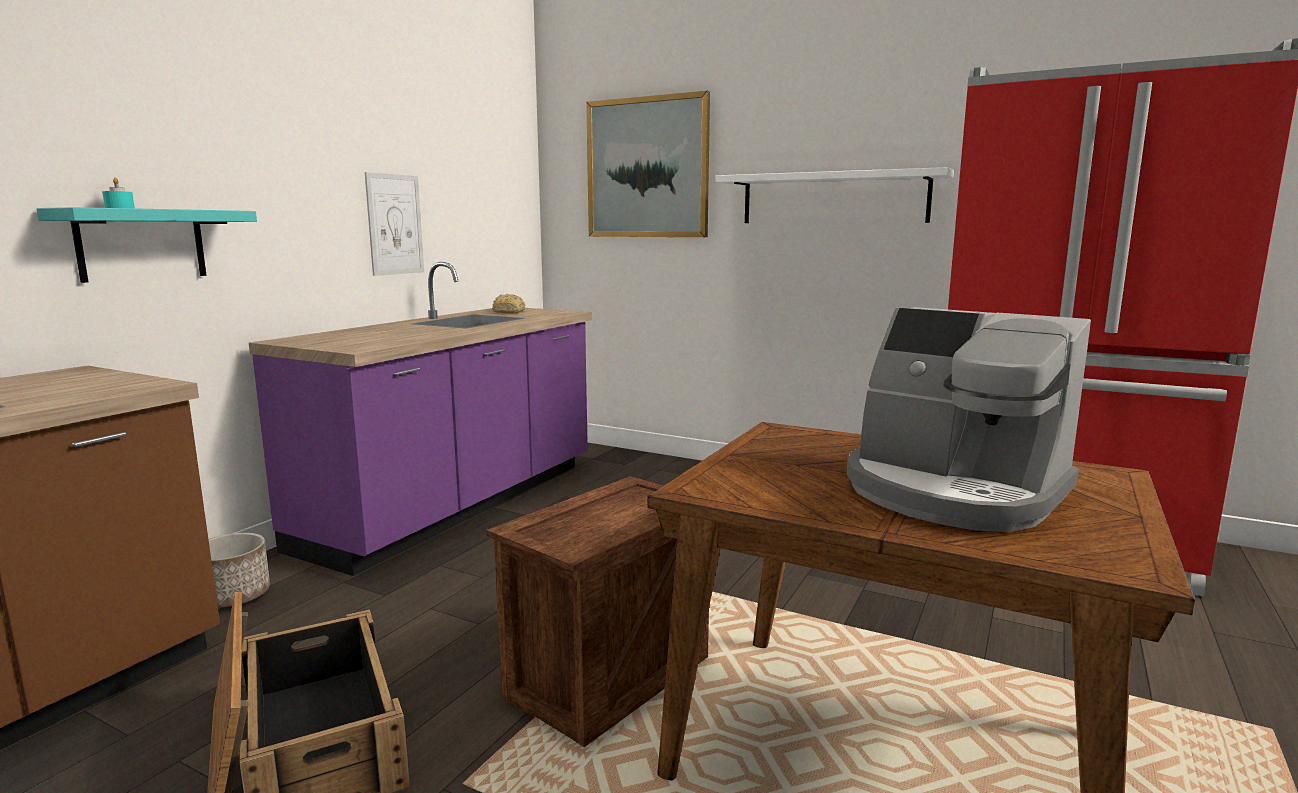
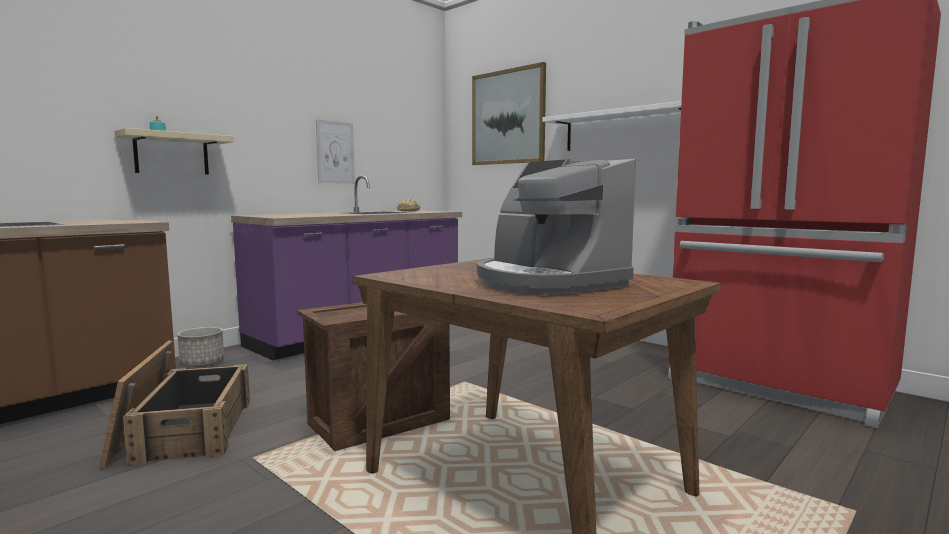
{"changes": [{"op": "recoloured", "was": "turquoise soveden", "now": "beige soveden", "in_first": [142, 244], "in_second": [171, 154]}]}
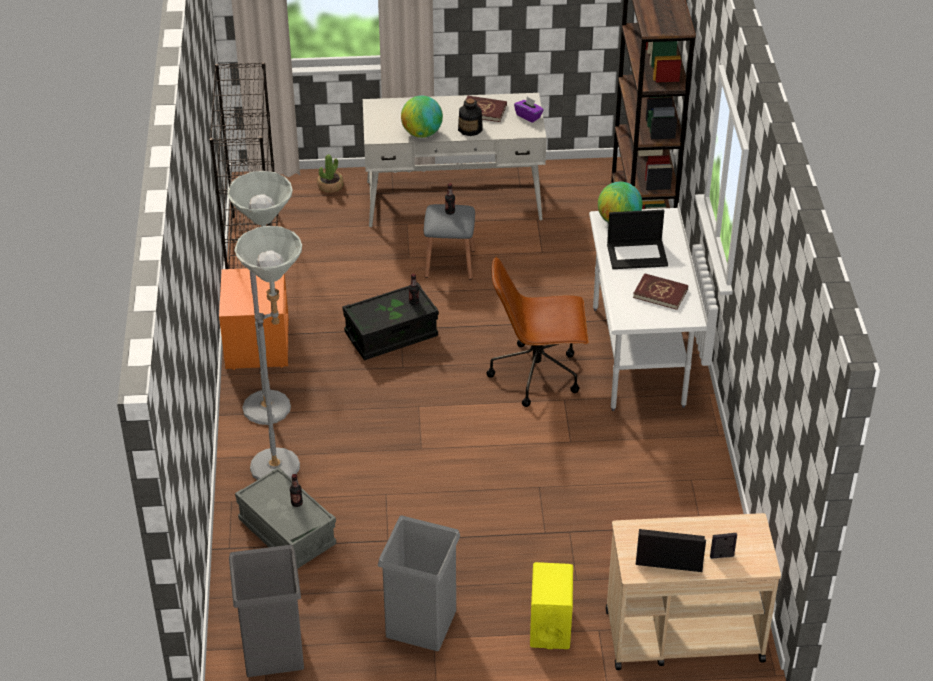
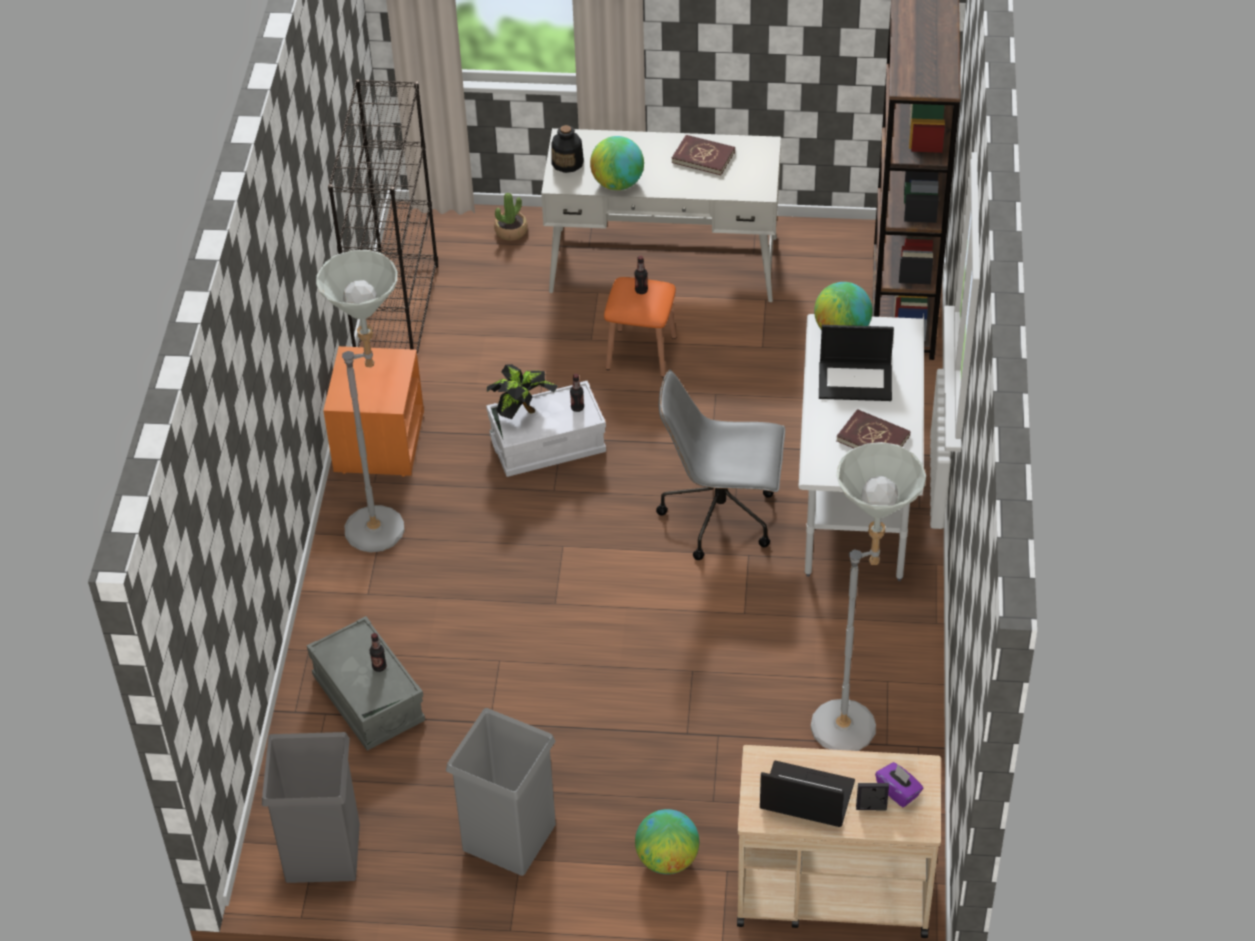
{"changes": [{"op": "moved", "was": "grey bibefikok", "in_first": [285, 463], "in_second": [856, 723]}, {"op": "recoloured", "was": "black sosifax", "now": "white sosifax", "in_first": [391, 335], "in_second": [548, 445]}, {"op": "recoloured", "was": "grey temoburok", "now": "orange temoburok", "in_first": [449, 263], "in_second": [641, 352]}, {"op": "moved", "was": "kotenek", "in_first": [470, 129], "in_second": [568, 163]}, {"op": "recoloured", "was": "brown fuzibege", "now": "grey fuzibege", "in_first": [537, 374], "in_second": [722, 516]}, {"op": "moved", "was": "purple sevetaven", "in_first": [528, 116], "in_second": [898, 791]}, {"op": "replaced", "was": "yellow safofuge", "now": "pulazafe", "in_first": [550, 627], "in_second": [667, 859]}, {"op": "added", "now": "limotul", "in_second": [522, 412]}]}
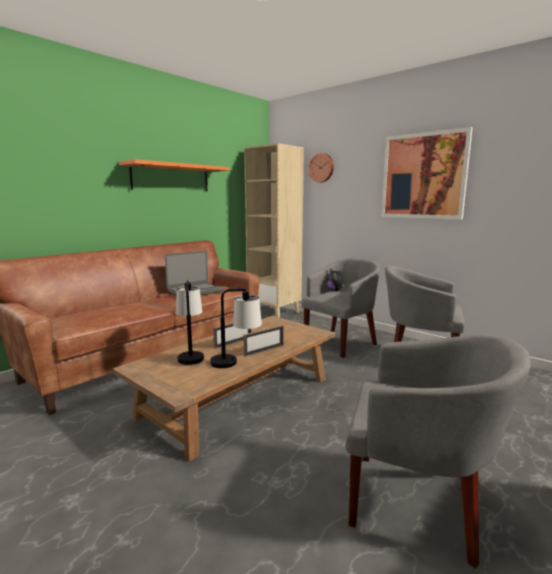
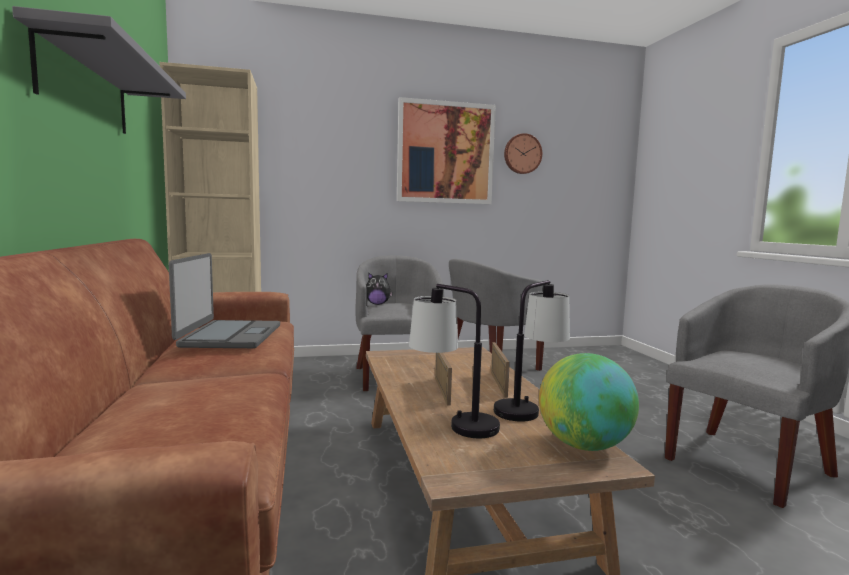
{"changes": [{"op": "recoloured", "was": "orange soveden", "now": "grey soveden", "in_first": [171, 178], "in_second": [85, 87]}, {"op": "moved", "was": "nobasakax", "in_first": [321, 167], "in_second": [522, 154]}, {"op": "added", "now": "pulazafe", "in_second": [584, 445]}]}
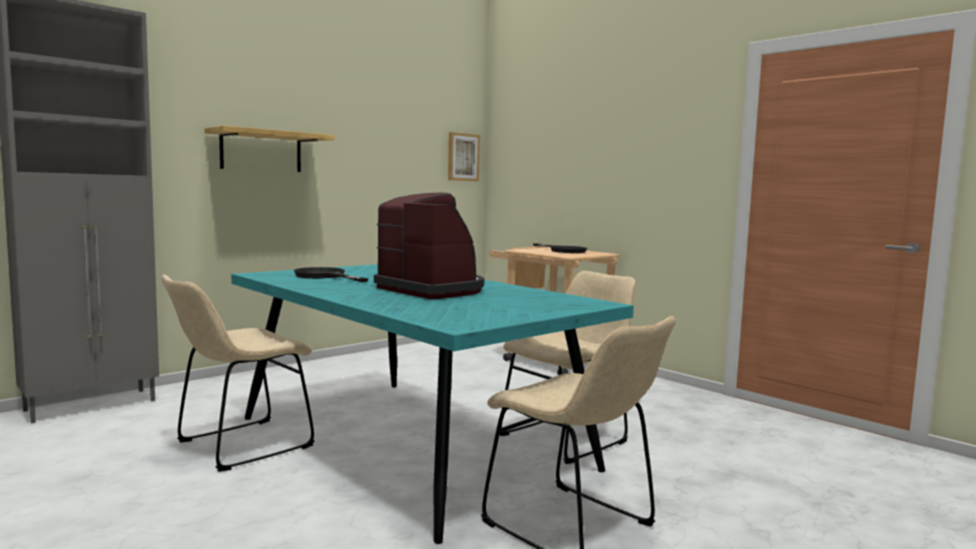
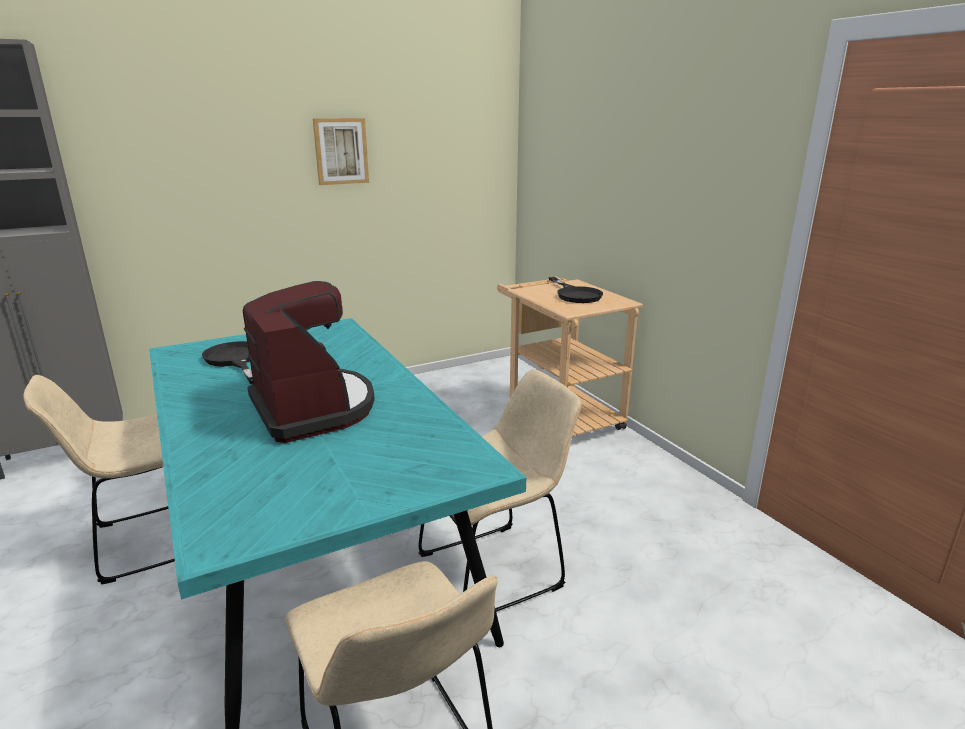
{"changes": [{"op": "removed", "was": "soveden", "in_first": [261, 151]}, {"op": "moved", "was": "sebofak", "in_first": [463, 157], "in_second": [341, 151]}]}
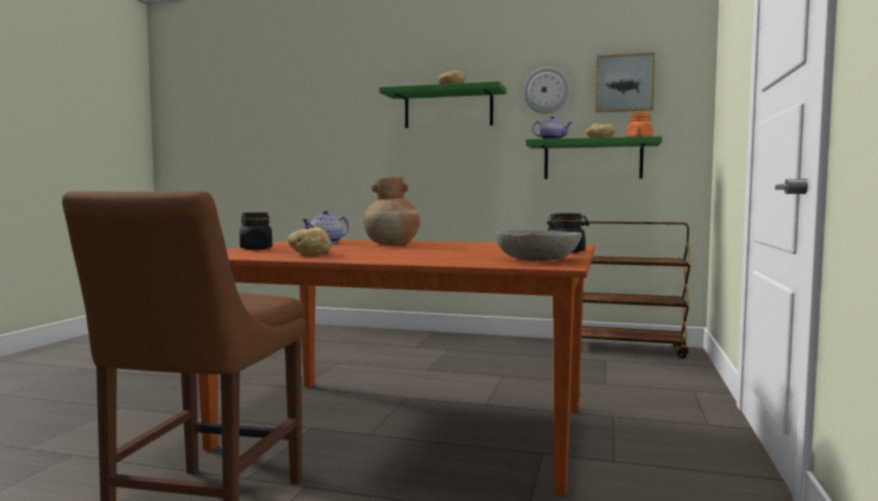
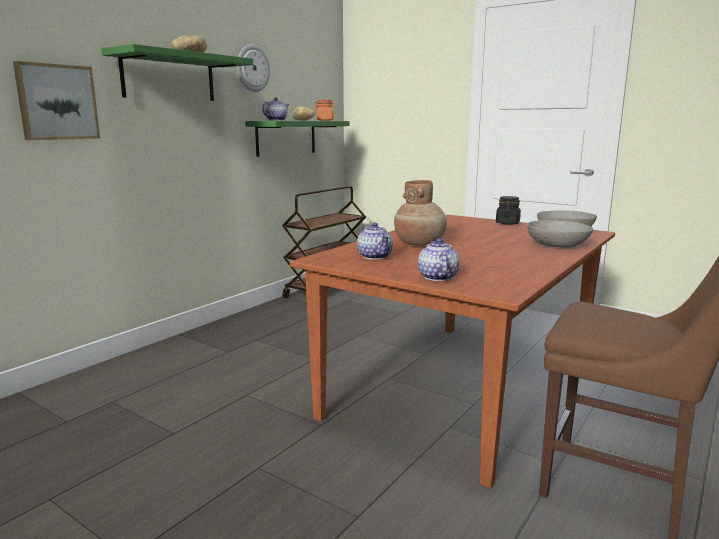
{"changes": [{"op": "replaced", "was": "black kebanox", "now": "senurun", "in_first": [256, 248], "in_second": [437, 277]}, {"op": "removed", "was": "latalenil", "in_first": [310, 254]}, {"op": "moved", "was": "sebofak", "in_first": [624, 83], "in_second": [57, 102]}, {"op": "added", "now": "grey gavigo", "in_second": [557, 245]}]}
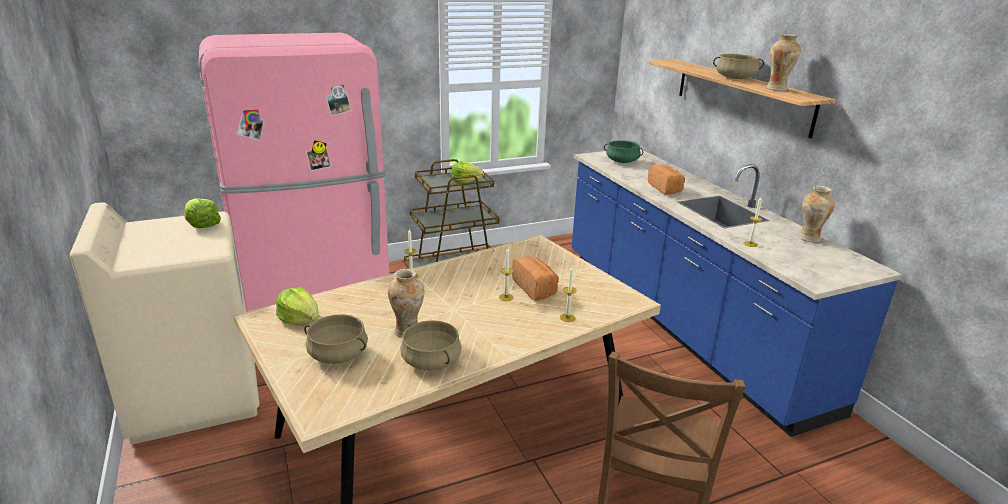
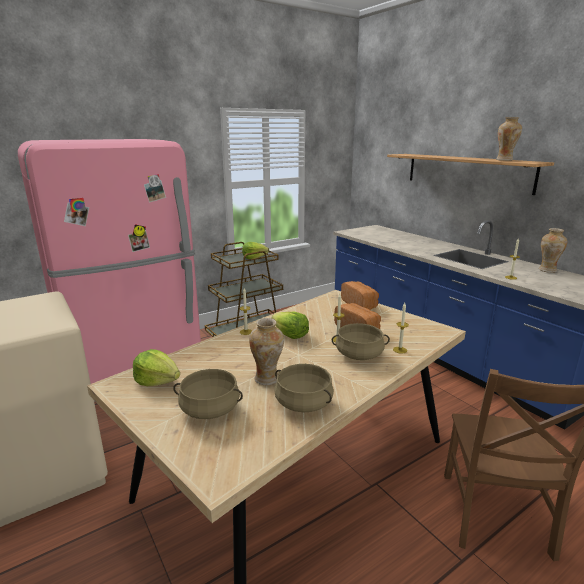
{"changes": [{"op": "moved", "was": "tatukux", "in_first": [202, 224], "in_second": [290, 335]}, {"op": "removed", "was": "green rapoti", "in_first": [622, 161]}, {"op": "moved", "was": "latalenil", "in_first": [665, 188], "in_second": [360, 304]}, {"op": "moved", "was": "beige rapoti", "in_first": [735, 78], "in_second": [359, 355]}]}
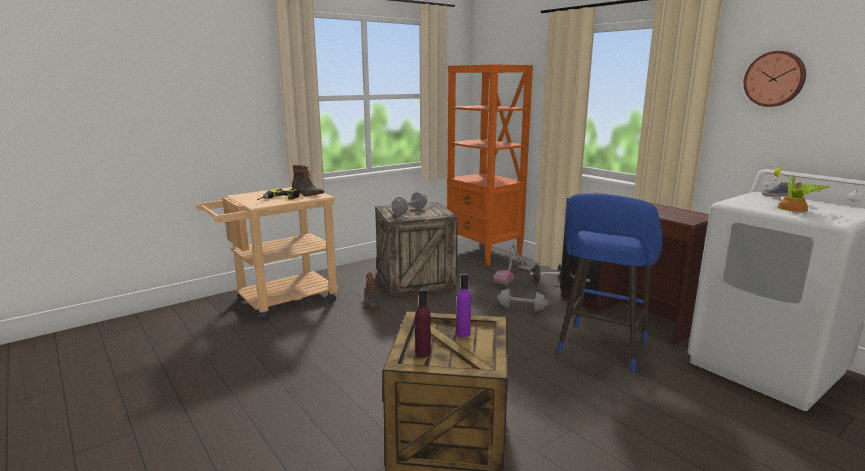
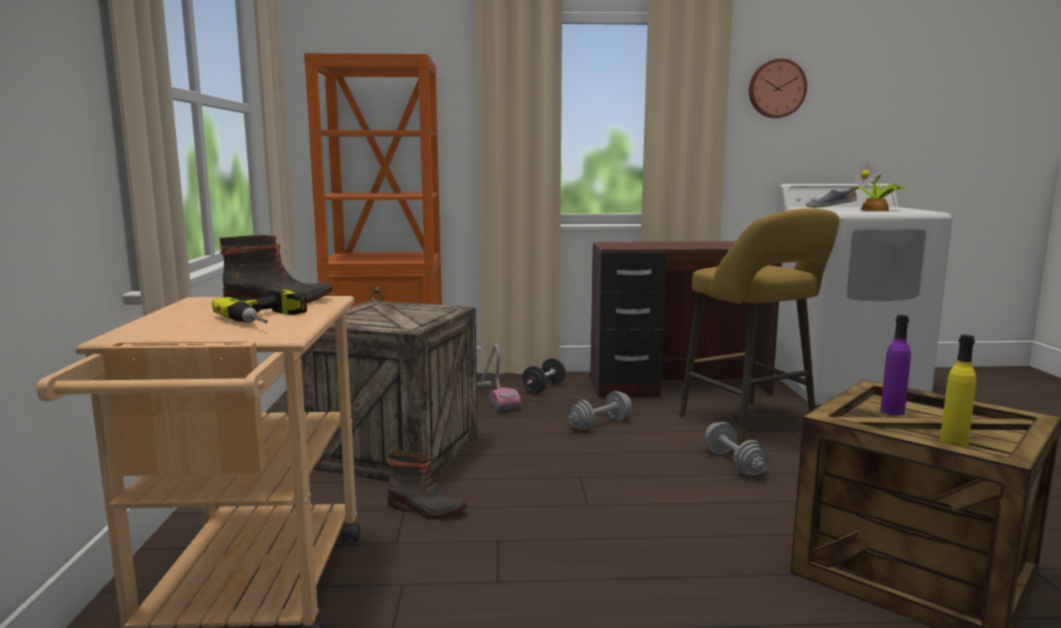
{"changes": [{"op": "moved", "was": "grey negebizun", "in_first": [409, 211], "in_second": [734, 463]}, {"op": "recoloured", "was": "purple kotenek", "now": "yellow kotenek", "in_first": [423, 353], "in_second": [953, 443]}, {"op": "recoloured", "was": "blue temoburok", "now": "yellow temoburok", "in_first": [601, 349], "in_second": [751, 425]}]}
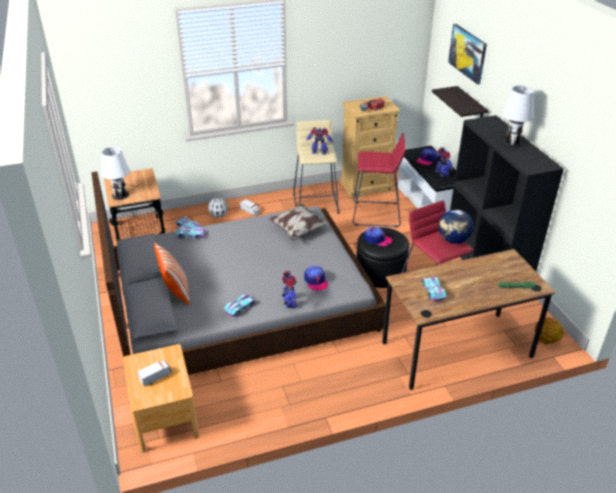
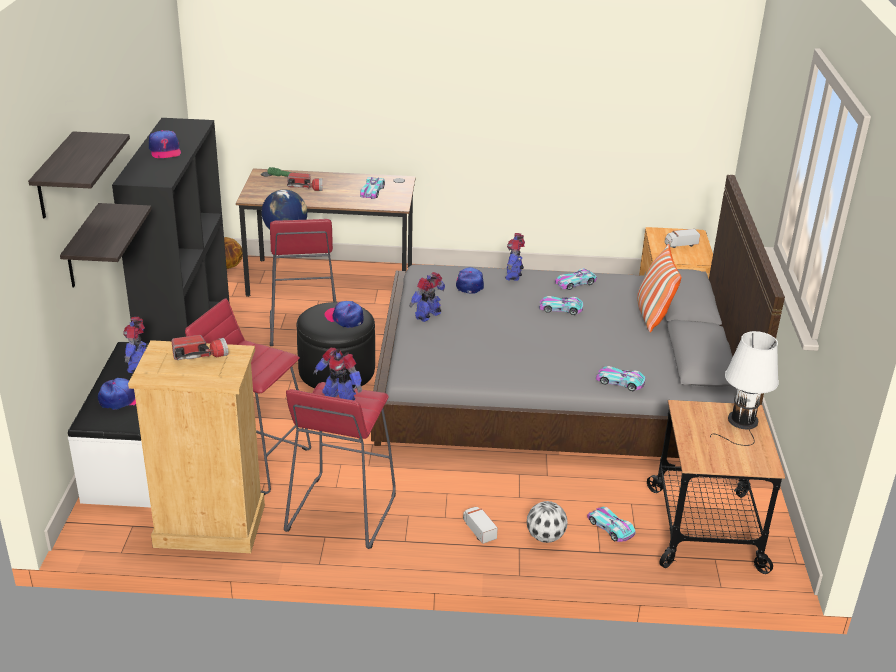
{"changes": [{"op": "removed", "was": "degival", "in_first": [298, 230]}, {"op": "recoloured", "was": "beige temoburok", "now": "red temoburok", "in_first": [316, 203], "in_second": [340, 512]}, {"op": "replaced", "was": "sebofak", "now": "soveden", "in_first": [467, 53], "in_second": [55, 177]}, {"op": "replaced", "was": "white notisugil", "now": "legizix", "in_first": [510, 141], "in_second": [165, 150]}, {"op": "added", "now": "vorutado", "in_second": [305, 188]}, {"op": "added", "now": "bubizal", "in_second": [428, 316]}, {"op": "added", "now": "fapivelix", "in_second": [560, 309]}]}
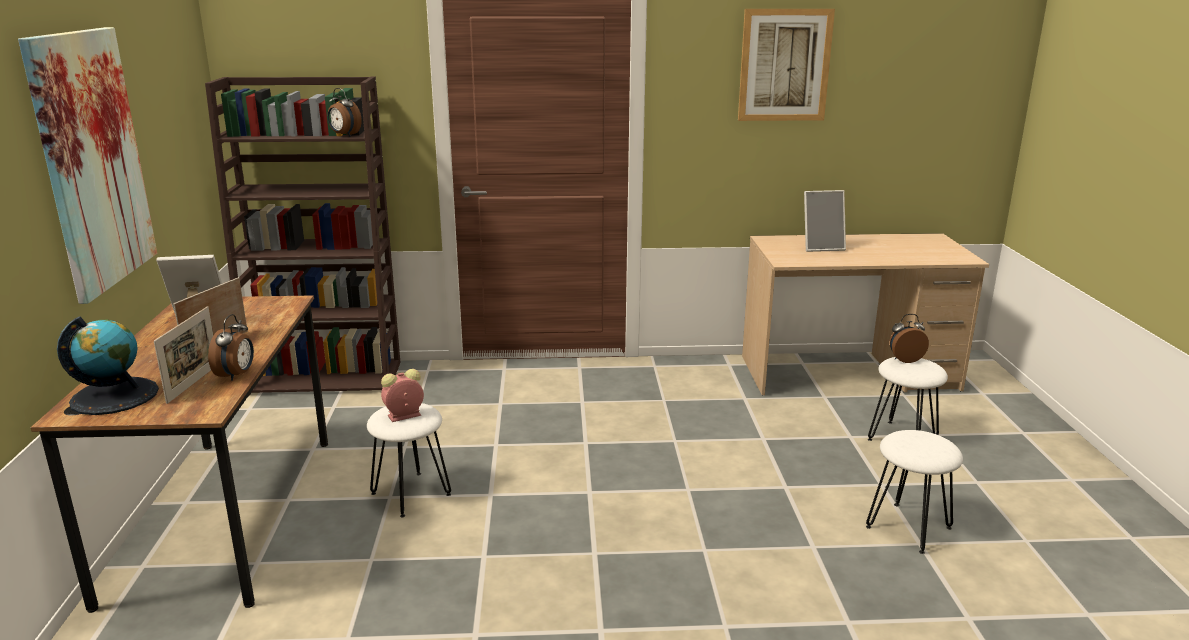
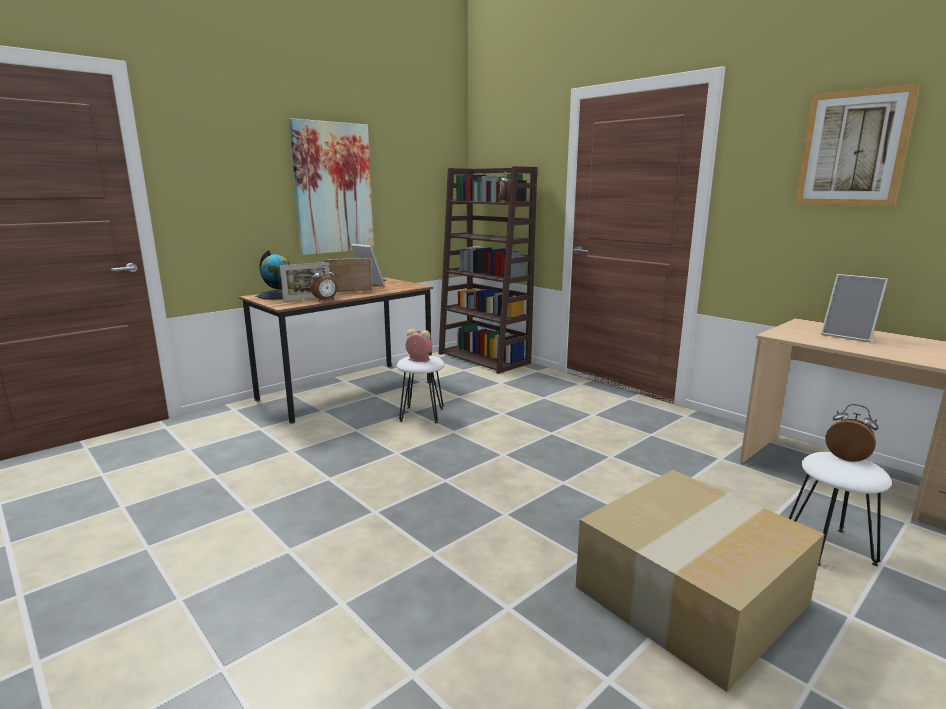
{"changes": [{"op": "replaced", "was": "white temoburok", "now": "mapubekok", "in_first": [909, 528], "in_second": [691, 597]}]}
